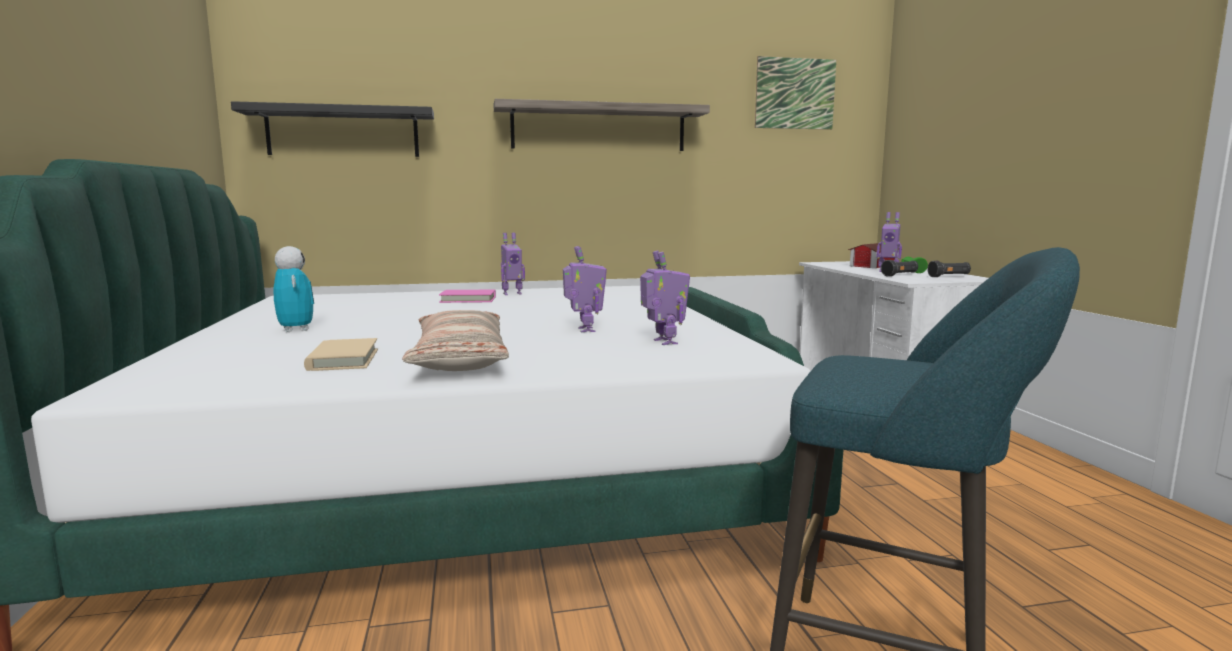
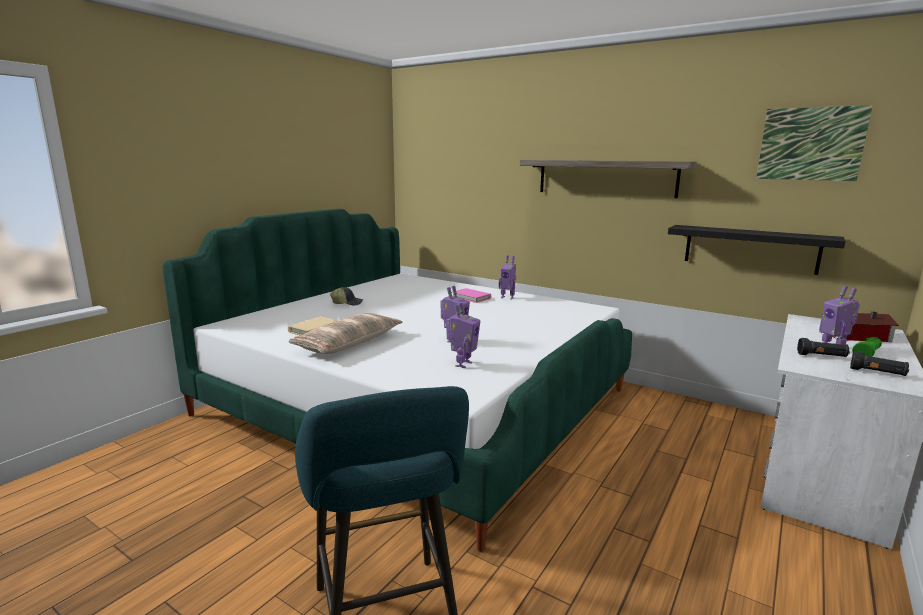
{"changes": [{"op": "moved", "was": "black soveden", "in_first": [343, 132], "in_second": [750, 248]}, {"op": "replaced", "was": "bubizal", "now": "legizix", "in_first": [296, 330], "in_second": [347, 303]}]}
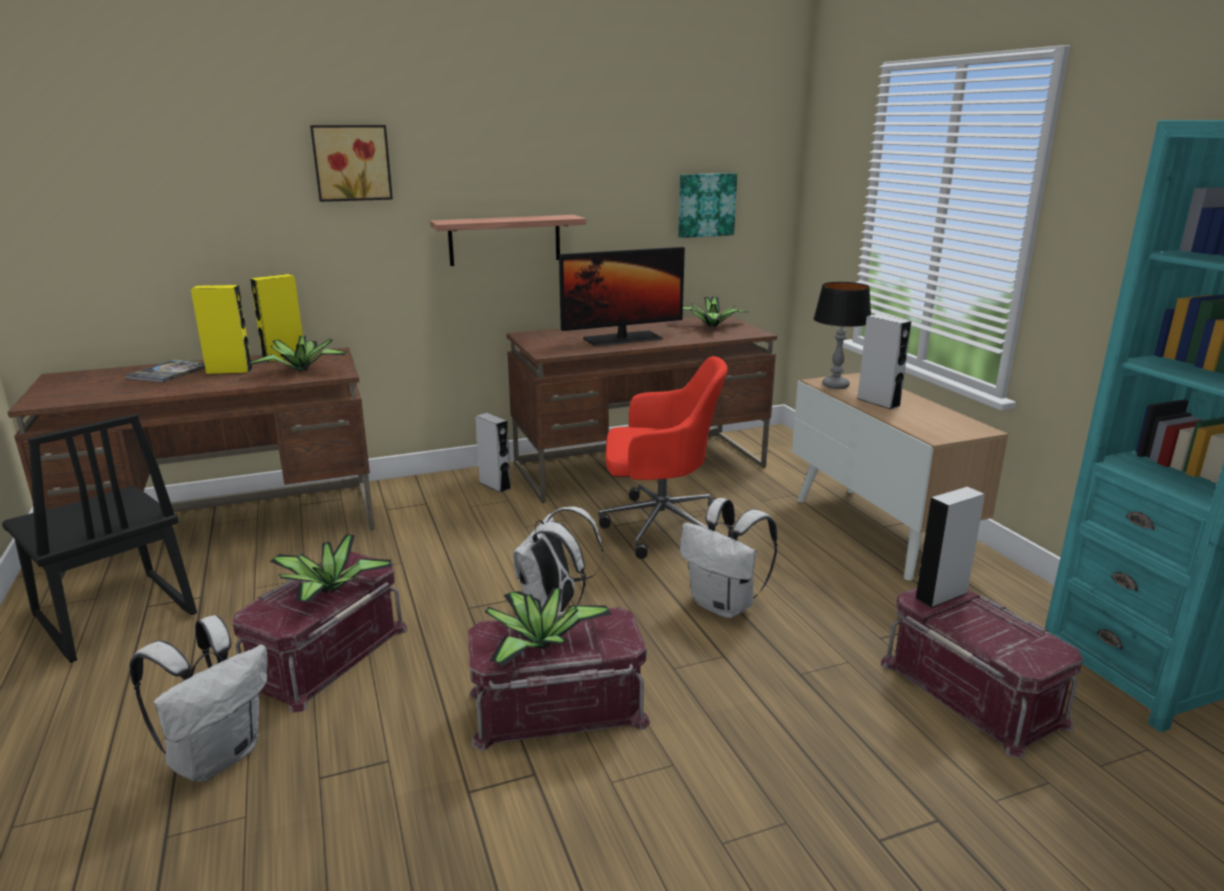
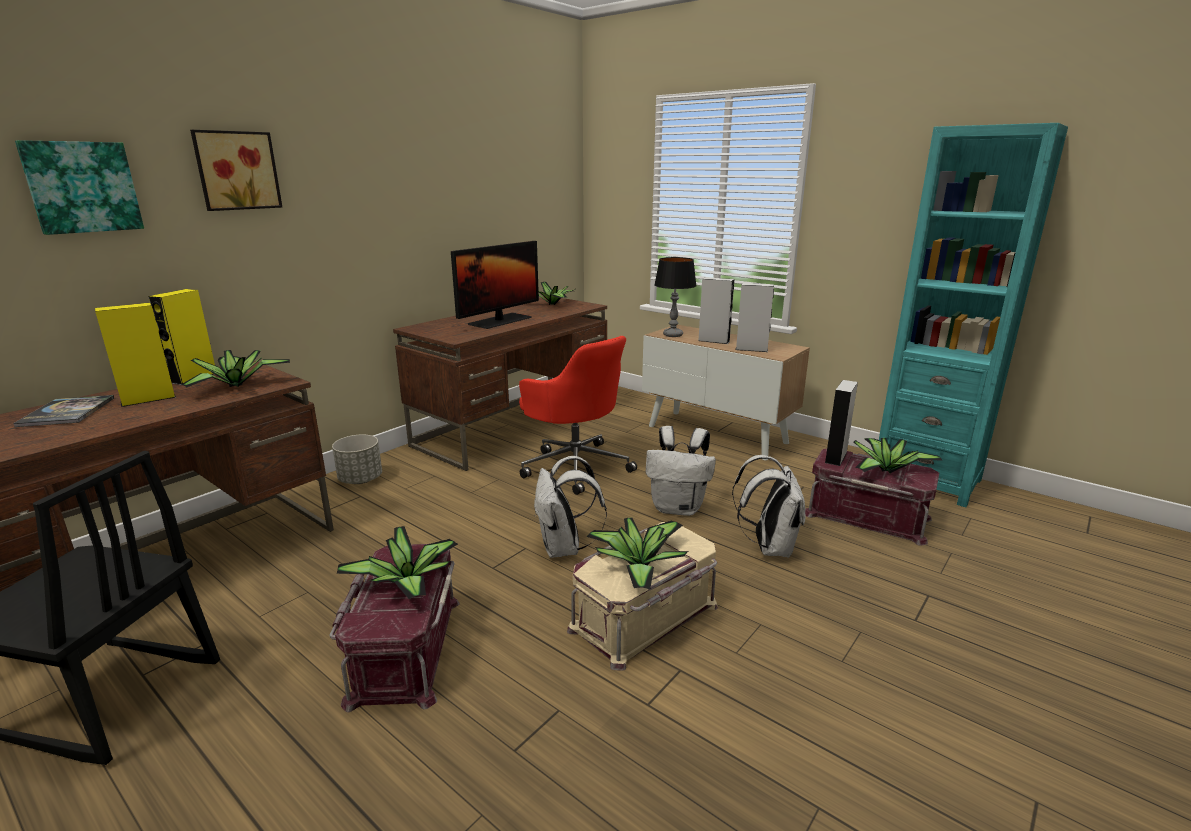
{"changes": [{"op": "moved", "was": "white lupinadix", "in_first": [217, 756], "in_second": [769, 547]}, {"op": "removed", "was": "soveden", "in_first": [505, 240]}, {"op": "recoloured", "was": "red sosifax", "now": "beige sosifax", "in_first": [557, 709], "in_second": [645, 618]}, {"op": "moved", "was": "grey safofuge", "in_first": [495, 485], "in_second": [751, 349]}, {"op": "turned", "was": "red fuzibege", "in_first": [659, 526], "in_second": [575, 466], "clockwise": 75}, {"op": "moved", "was": "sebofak", "in_first": [706, 205], "in_second": [82, 187]}, {"op": "added", "now": "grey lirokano", "in_second": [360, 479]}, {"op": "added", "now": "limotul", "in_second": [886, 470]}]}
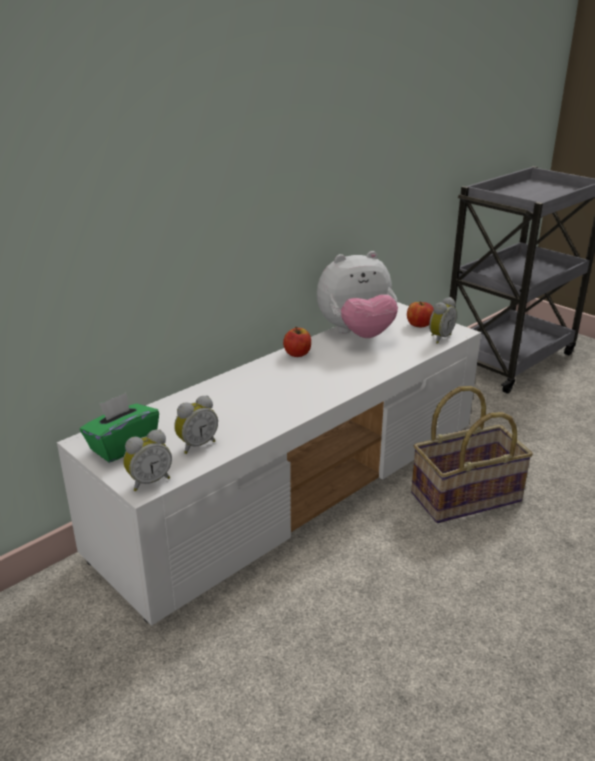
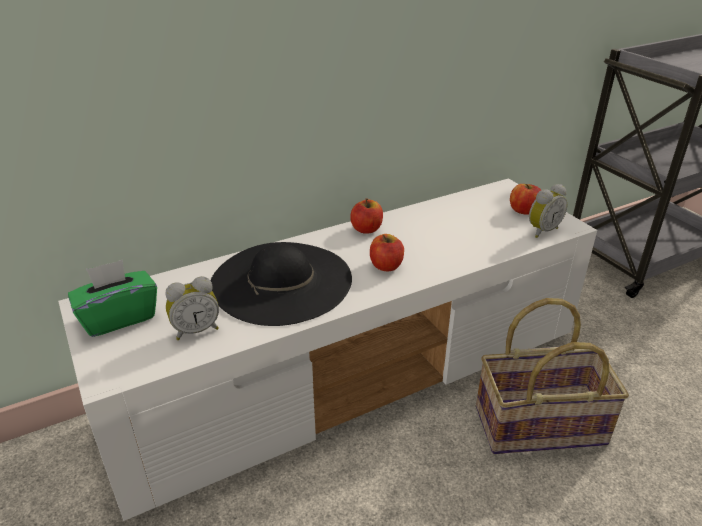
{"changes": [{"op": "removed", "was": "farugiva", "in_first": [149, 481]}, {"op": "removed", "was": "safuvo", "in_first": [357, 334]}, {"op": "added", "now": "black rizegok", "in_second": [281, 281]}, {"op": "added", "now": "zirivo", "in_second": [386, 266]}]}
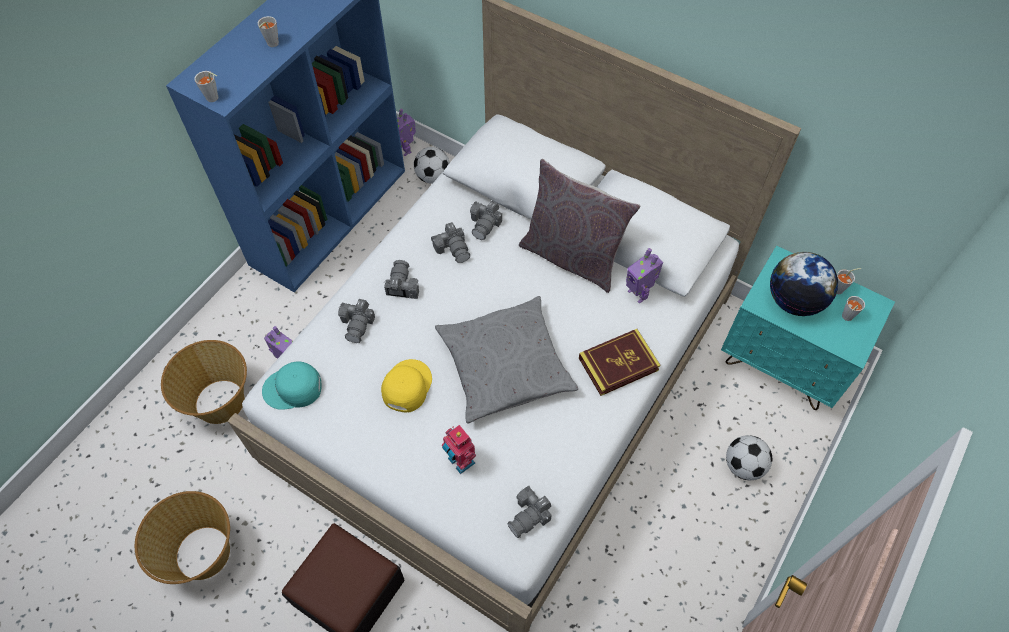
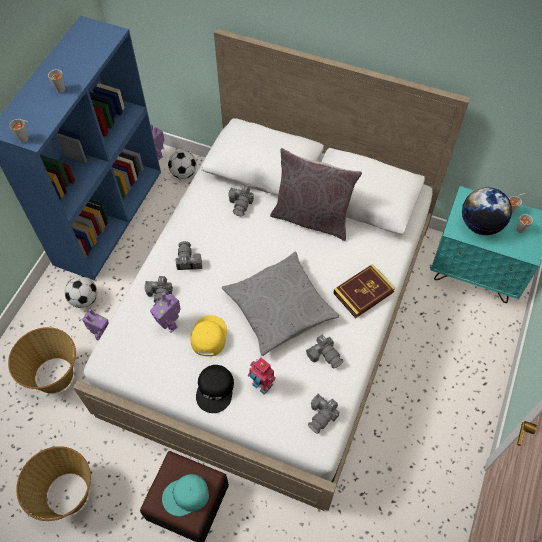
{"changes": [{"op": "moved", "was": "turquoise legizix", "in_first": [293, 389], "in_second": [186, 496]}, {"op": "moved", "was": "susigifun", "in_first": [453, 248], "in_second": [325, 355]}, {"op": "moved", "was": "bubizal", "in_first": [638, 293], "in_second": [170, 324]}, {"op": "moved", "was": "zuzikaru", "in_first": [743, 465], "in_second": [84, 299]}, {"op": "added", "now": "black legizix", "in_second": [215, 390]}]}
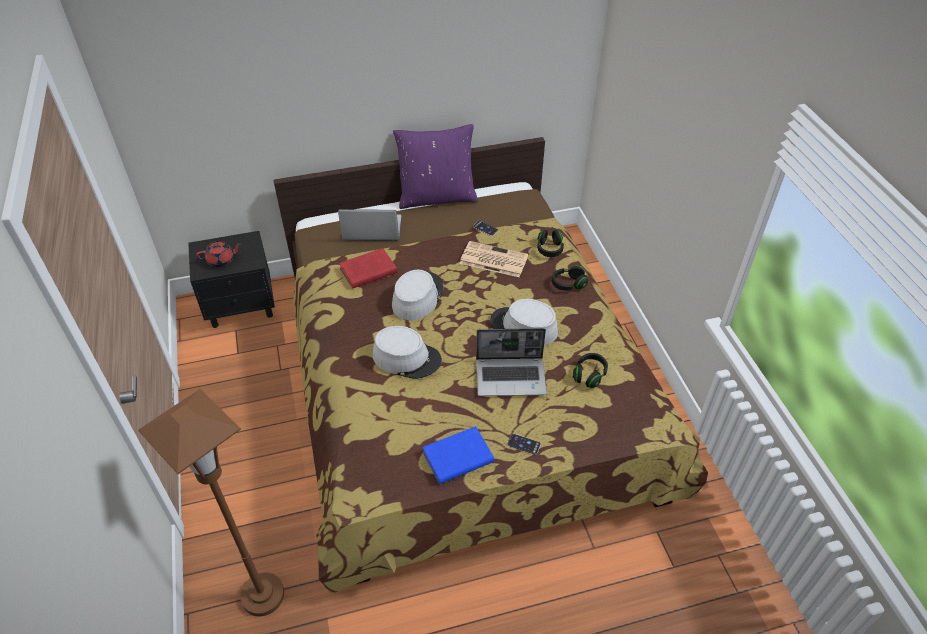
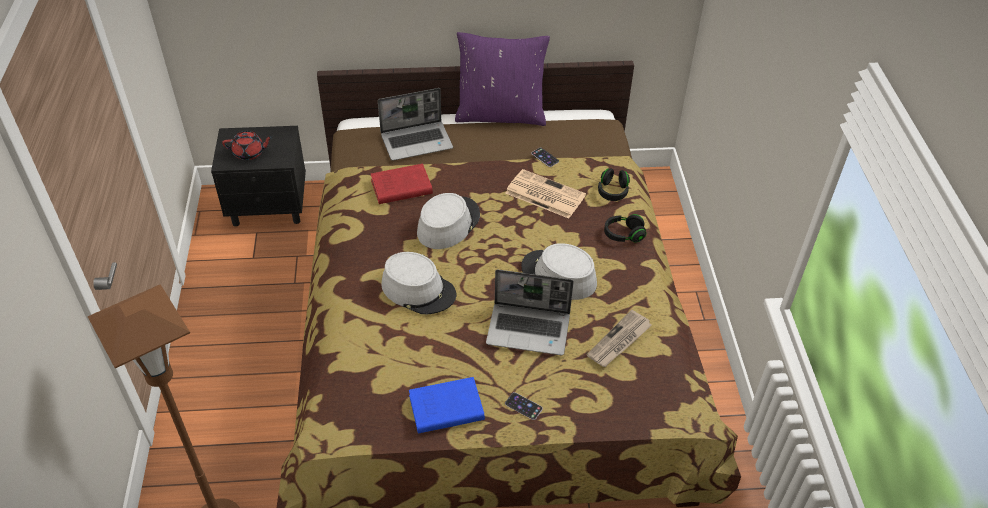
{"changes": [{"op": "turned", "was": "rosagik", "in_first": [371, 230], "in_second": [417, 141], "clockwise": 150}, {"op": "replaced", "was": "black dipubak", "now": "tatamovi", "in_first": [589, 375], "in_second": [619, 341]}]}
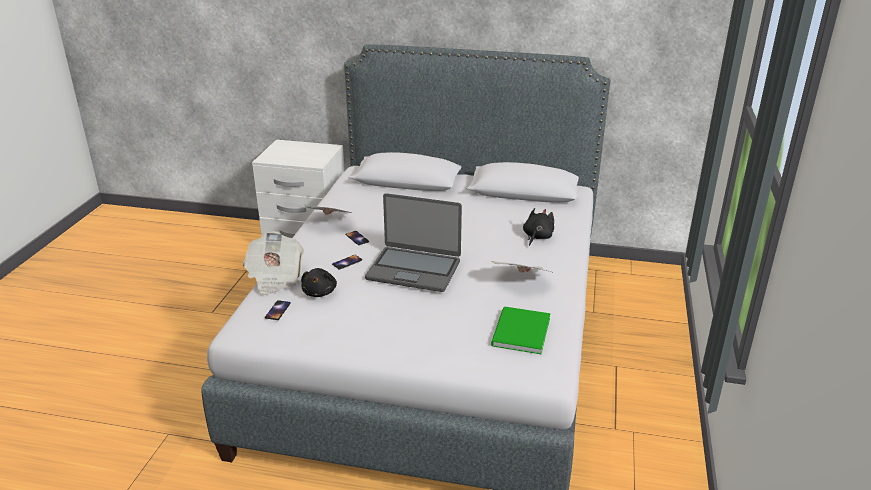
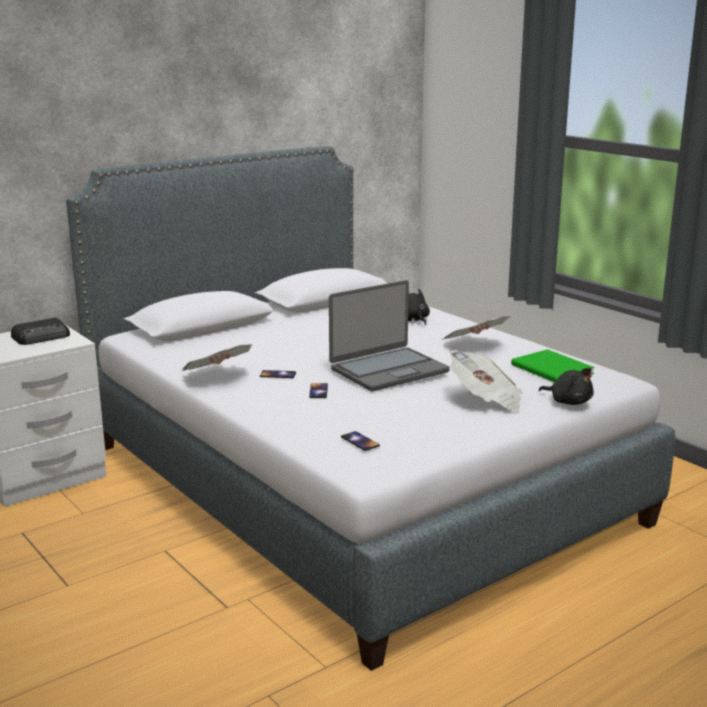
{"changes": [{"op": "moved", "was": "tatamovi", "in_first": [275, 277], "in_second": [486, 400]}, {"op": "moved", "was": "black safuvo", "in_first": [320, 292], "in_second": [568, 402]}, {"op": "added", "now": "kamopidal", "in_second": [42, 337]}]}
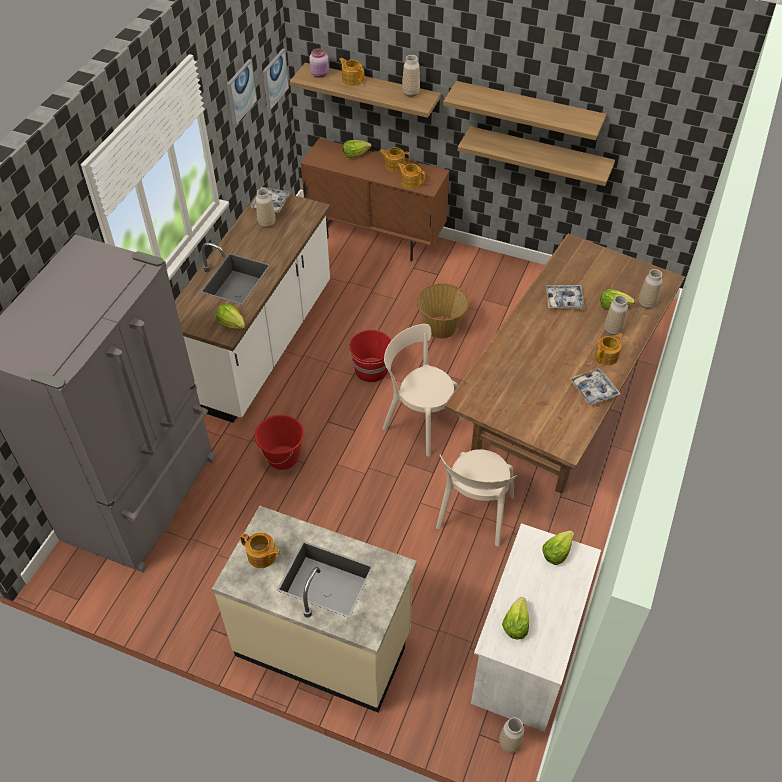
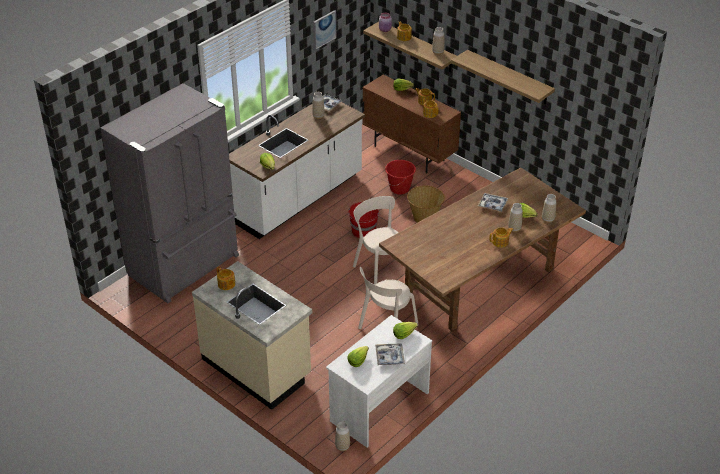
{"changes": [{"op": "moved", "was": "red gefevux", "in_first": [283, 458], "in_second": [400, 189]}, {"op": "removed", "was": "sebofak", "in_first": [274, 79]}, {"op": "removed", "was": "soveden", "in_first": [539, 155]}, {"op": "moved", "was": "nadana", "in_first": [593, 390], "in_second": [389, 357]}]}
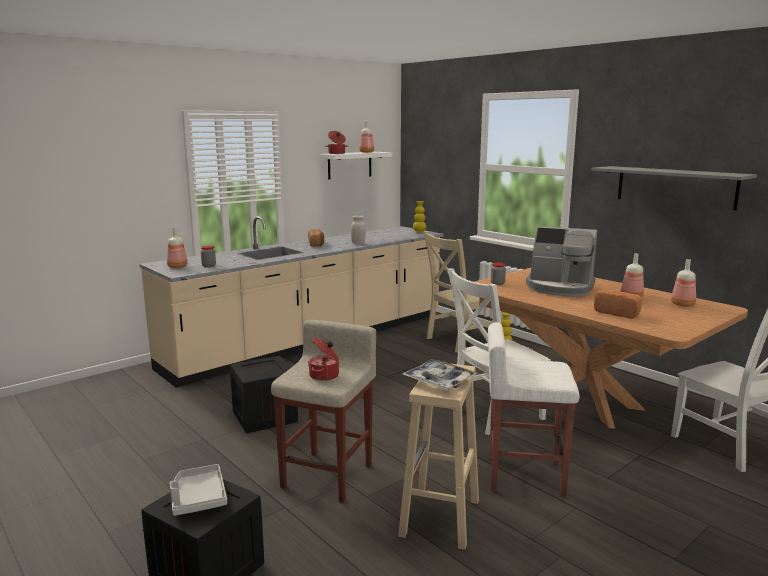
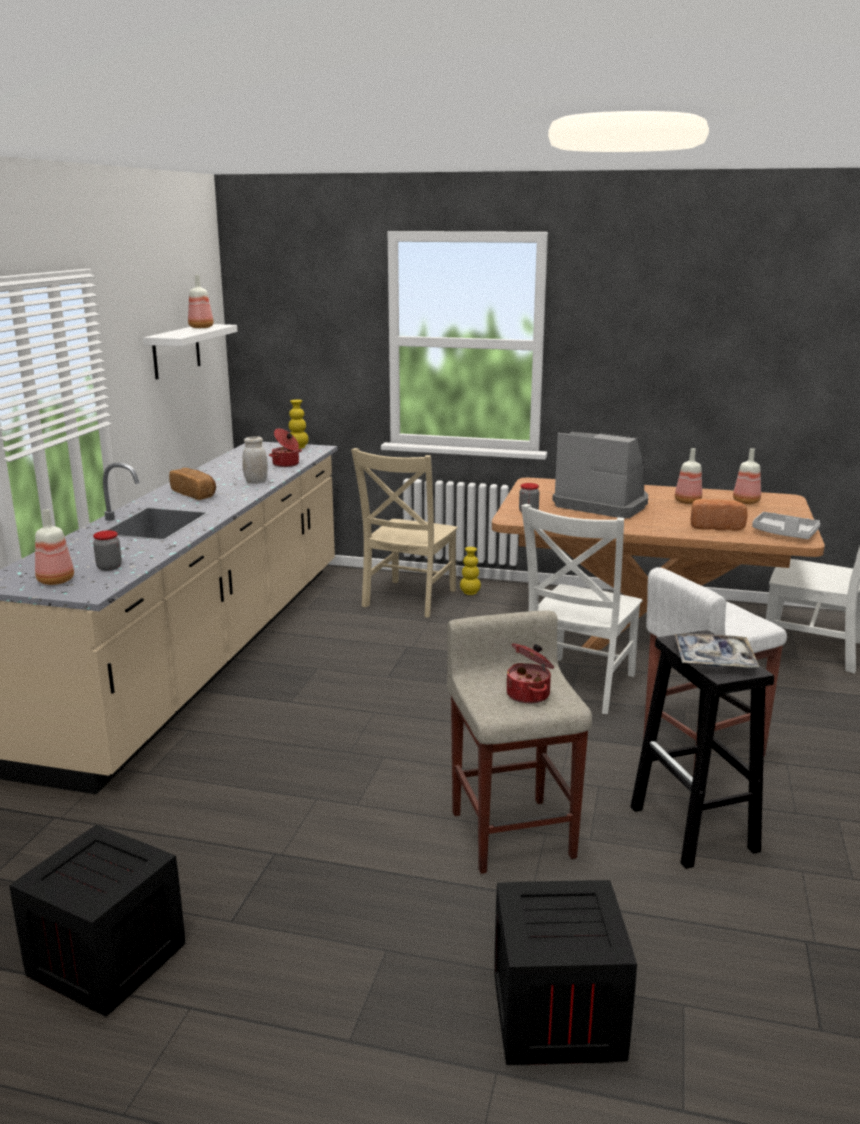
{"changes": [{"op": "moved", "was": "grey nadana", "in_first": [198, 498], "in_second": [784, 534]}, {"op": "moved", "was": "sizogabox", "in_first": [264, 416], "in_second": [105, 960]}, {"op": "moved", "was": "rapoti", "in_first": [336, 153], "in_second": [286, 464]}, {"op": "recoloured", "was": "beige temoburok", "now": "black temoburok", "in_first": [440, 518], "in_second": [694, 830]}, {"op": "turned", "was": "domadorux", "in_first": [560, 288], "in_second": [602, 504], "clockwise": -135}, {"op": "removed", "was": "grey soveden", "in_first": [675, 187]}]}
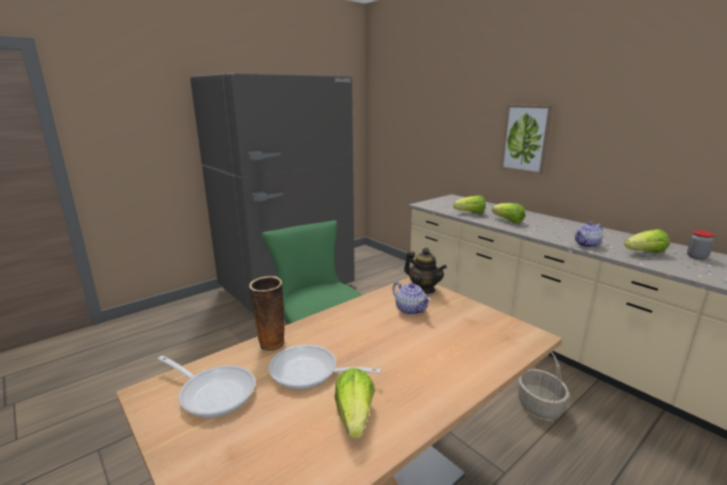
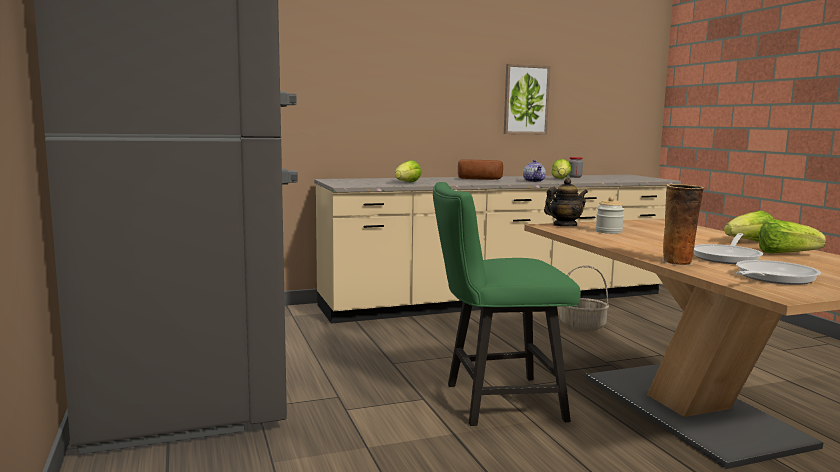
{"changes": [{"op": "replaced", "was": "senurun", "now": "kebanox", "in_first": [411, 310], "in_second": [608, 231]}, {"op": "moved", "was": "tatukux", "in_first": [508, 221], "in_second": [749, 242]}, {"op": "moved", "was": "sebofak", "in_first": [526, 138], "in_second": [526, 99]}, {"op": "added", "now": "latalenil", "in_second": [479, 179]}]}
